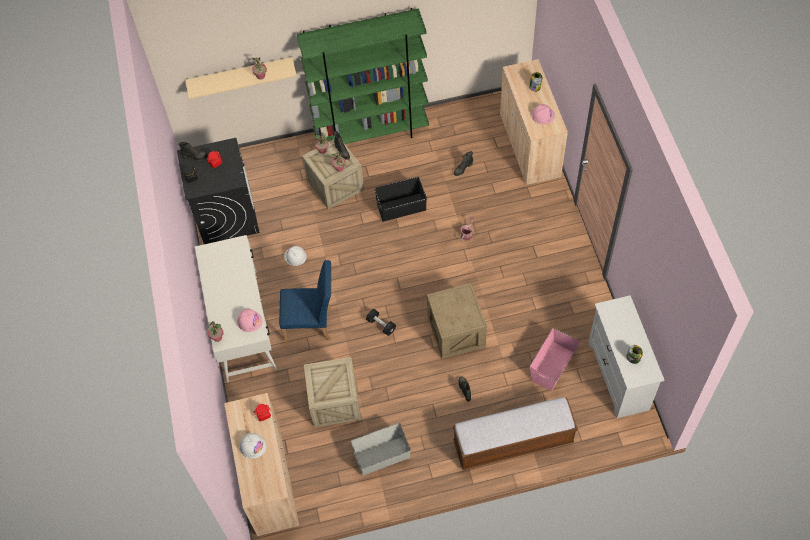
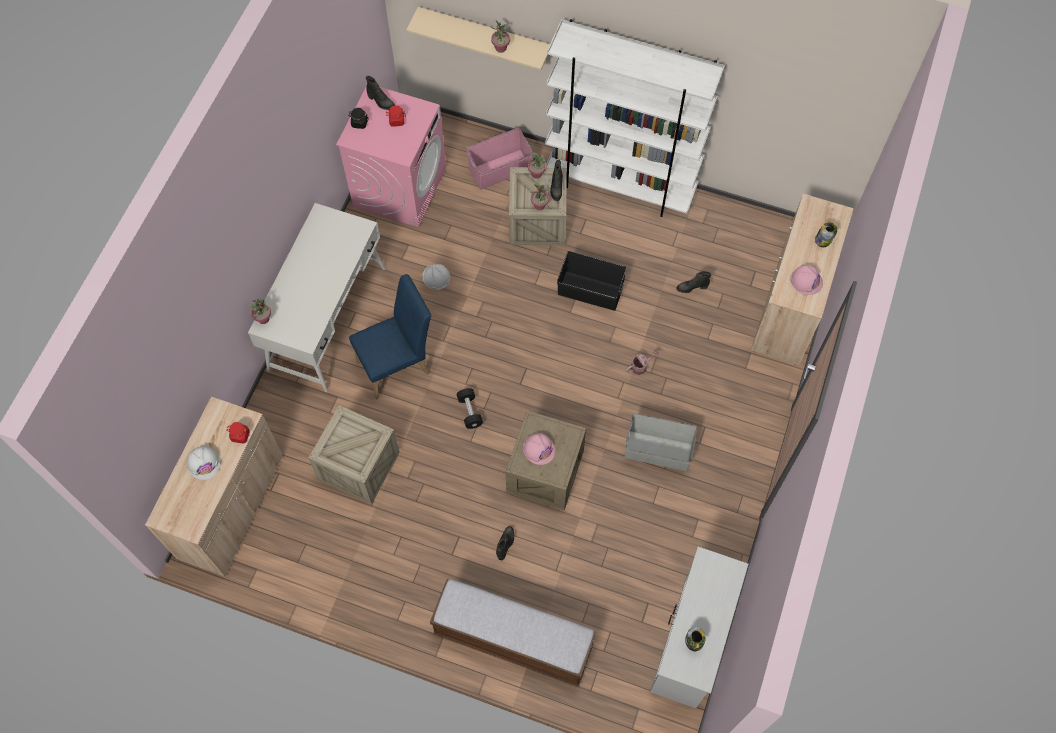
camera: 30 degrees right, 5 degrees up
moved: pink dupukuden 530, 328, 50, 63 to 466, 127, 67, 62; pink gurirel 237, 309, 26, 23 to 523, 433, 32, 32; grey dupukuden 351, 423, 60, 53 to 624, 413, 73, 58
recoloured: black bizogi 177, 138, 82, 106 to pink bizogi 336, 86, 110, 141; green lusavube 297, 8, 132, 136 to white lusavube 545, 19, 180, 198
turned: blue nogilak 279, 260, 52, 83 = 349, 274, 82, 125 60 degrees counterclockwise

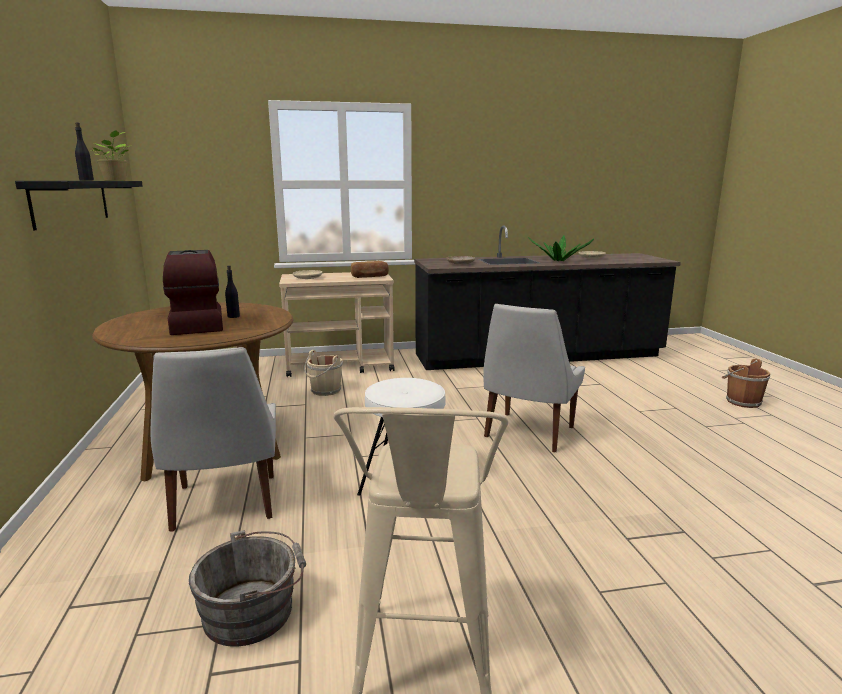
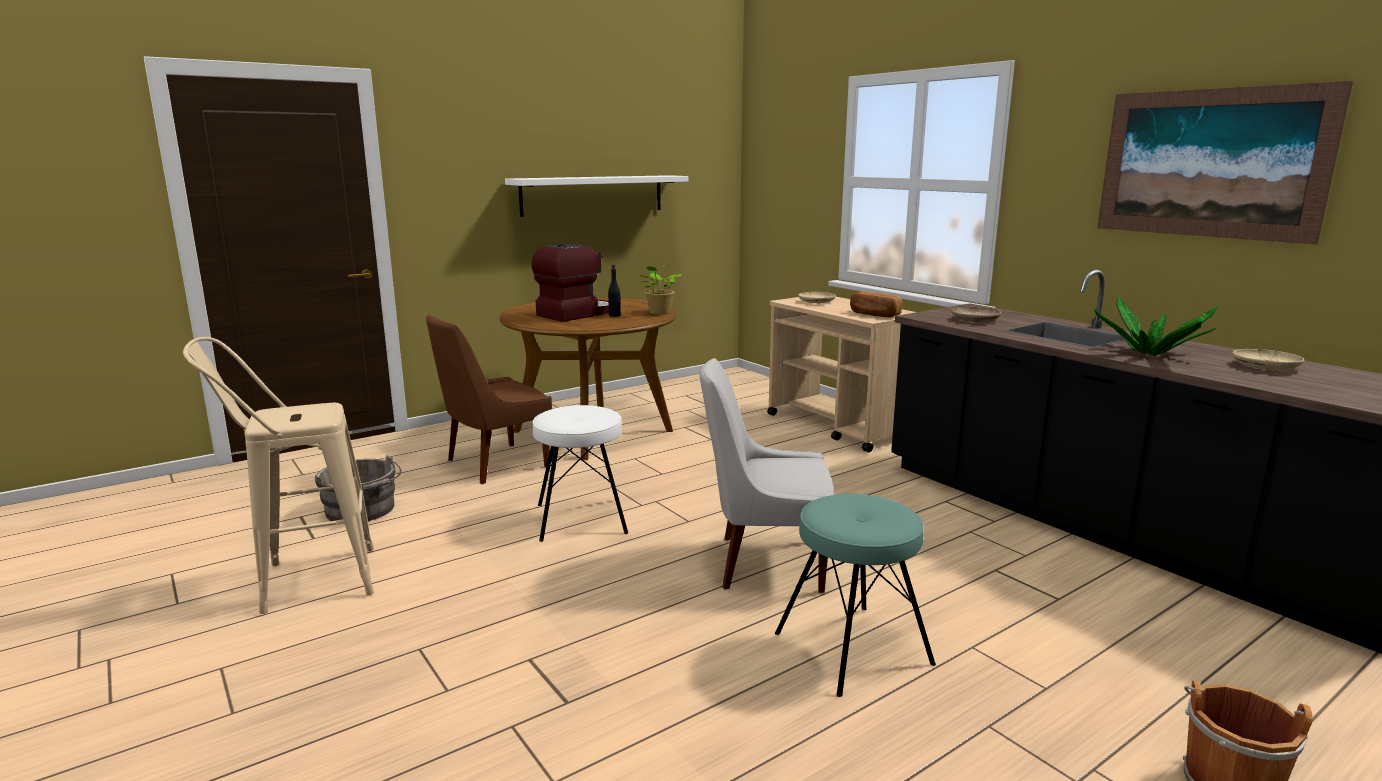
camera: 65 degrees right, 0 degrees up
removed: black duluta 75, 122, 19, 59; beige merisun 304, 350, 39, 46
added: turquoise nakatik 775, 494, 161, 203; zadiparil 1097, 81, 256, 164
moved: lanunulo 91, 130, 38, 51 to 640, 265, 41, 50
recoloured: white nogilak 151, 347, 125, 185 to brown nogilak 426, 315, 126, 169; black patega 15, 181, 128, 49 to white patega 505, 175, 184, 42

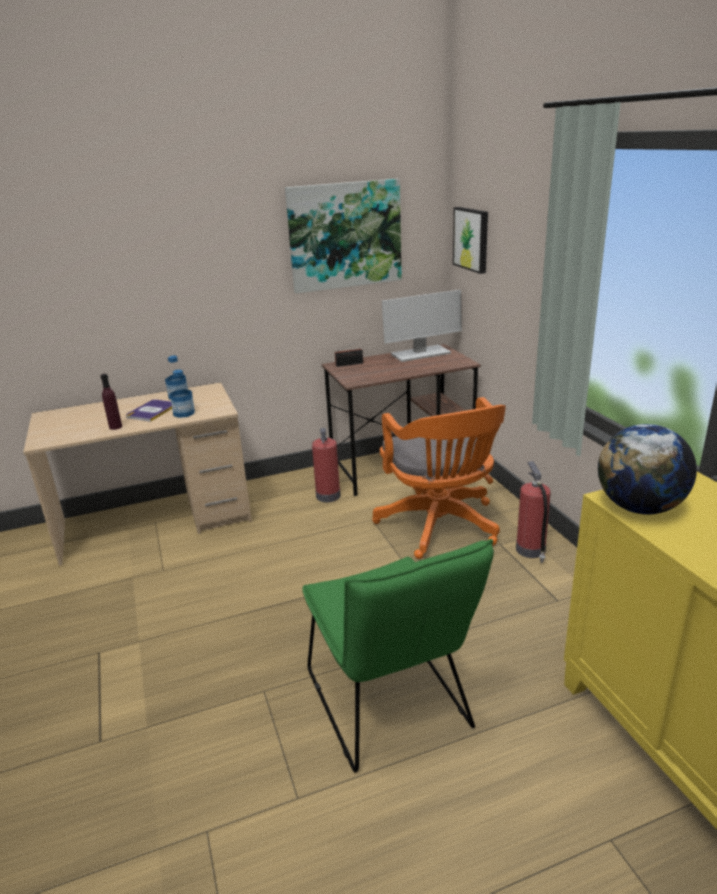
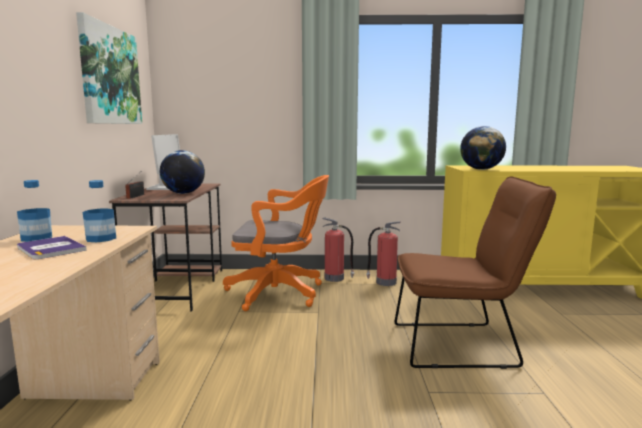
camera: 70 degrees left, 15 degrees down
removed: purple duluta 101, 374, 21, 56; zadiparil 453, 207, 35, 67
added: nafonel 160, 150, 45, 44
moved: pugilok 312, 428, 29, 74 to 366, 221, 35, 65
recoloured: green nogilak 302, 539, 192, 234 to brown nogilak 395, 176, 161, 193

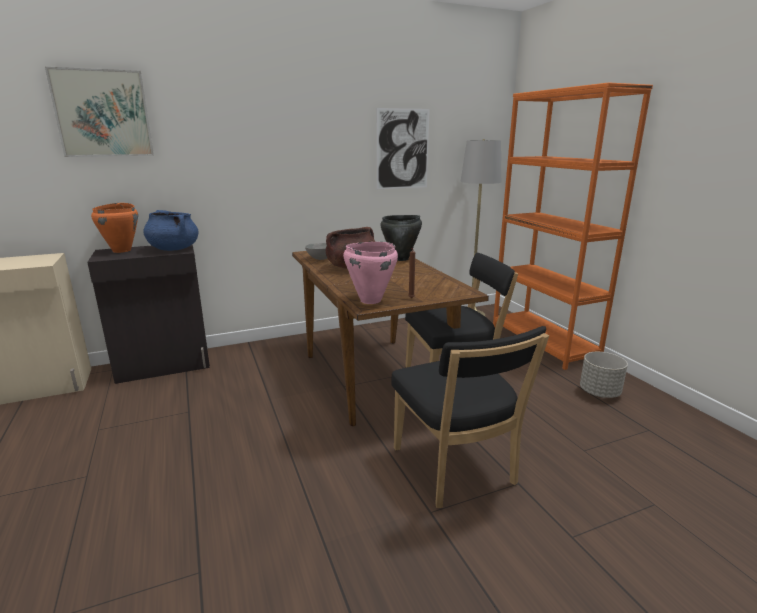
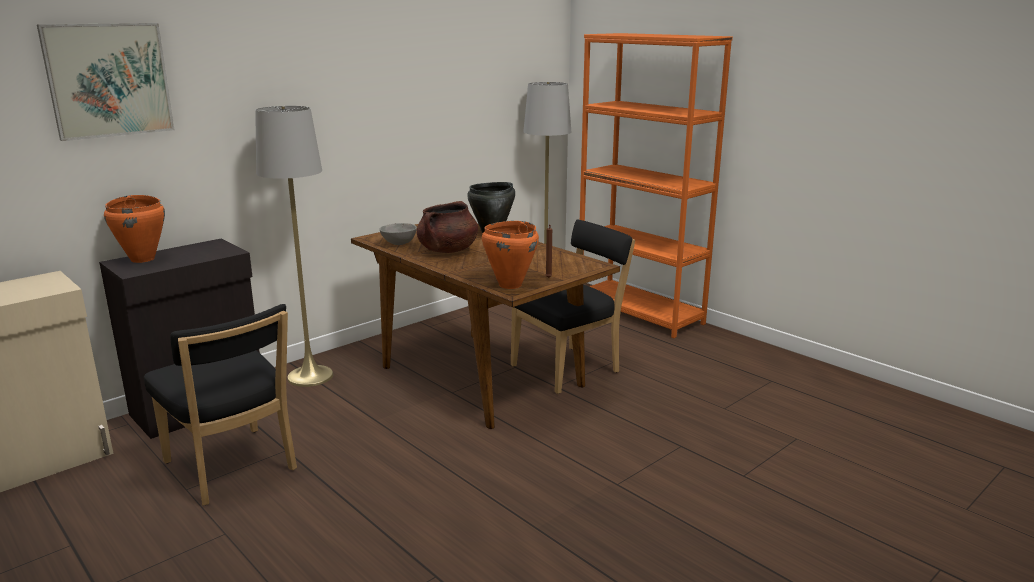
camera: 20 degrees left, 0 degrees up
removed: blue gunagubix 143, 210, 56, 41; zadiparil 377, 108, 53, 81; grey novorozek 580, 352, 48, 46
added: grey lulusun 255, 106, 78, 281
moved: black nogilak 392, 326, 157, 182 to 144, 304, 153, 201
recoloured: pink gunagubix 343, 242, 55, 62 to orange gunagubix 482, 221, 57, 68

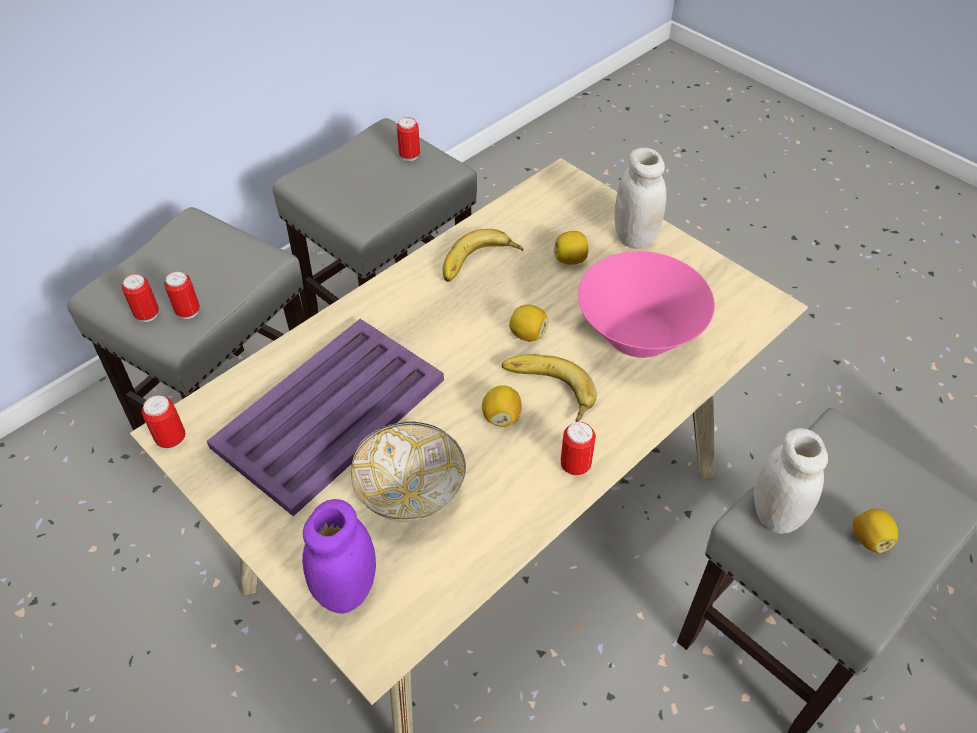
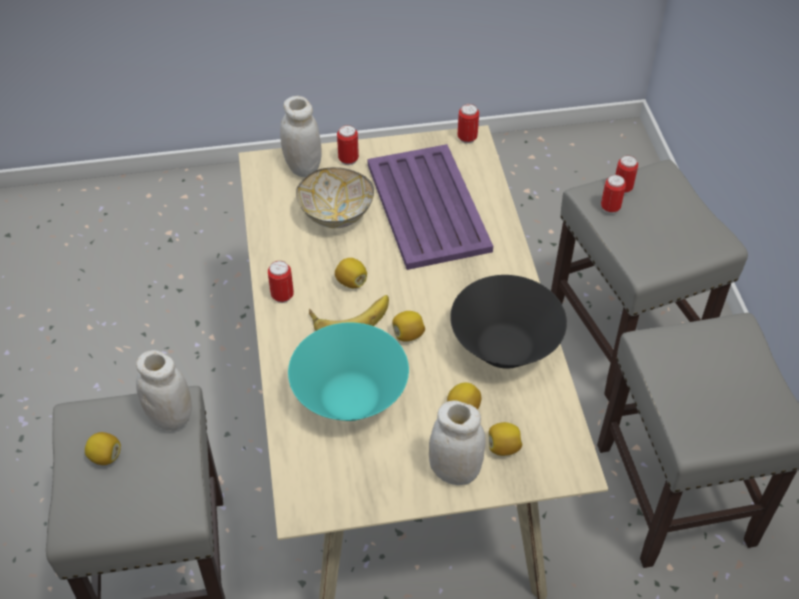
camera: 125 degrees right, 0 degrees up
added: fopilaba 489, 422, 34, 34
moved: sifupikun 396, 117, 24, 44 to 337, 125, 22, 40
replaced: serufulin 443, 229, 80, 53 to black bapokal 450, 275, 117, 94
recoloured: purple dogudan 302, 499, 74, 114 to white dogudan 280, 96, 42, 81; pink bapokal 578, 251, 137, 107 to turquoise bapokal 288, 322, 121, 99

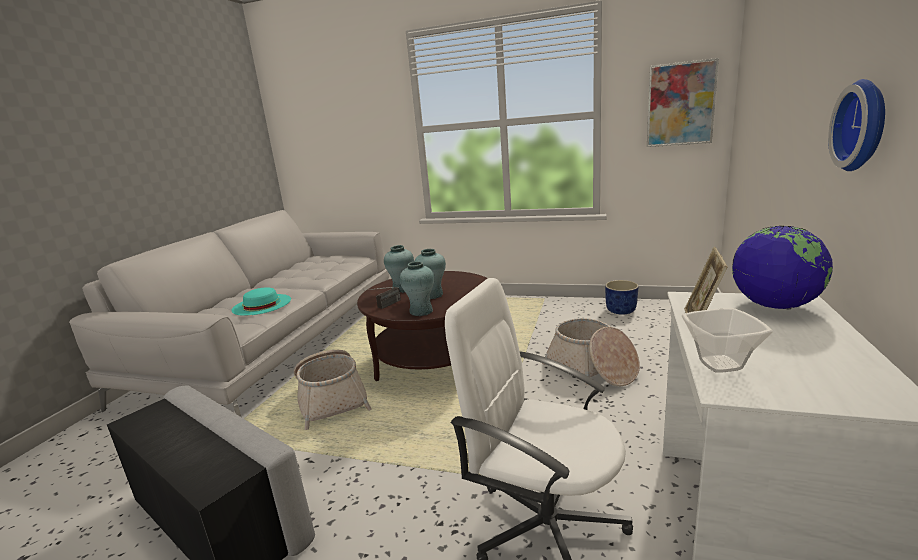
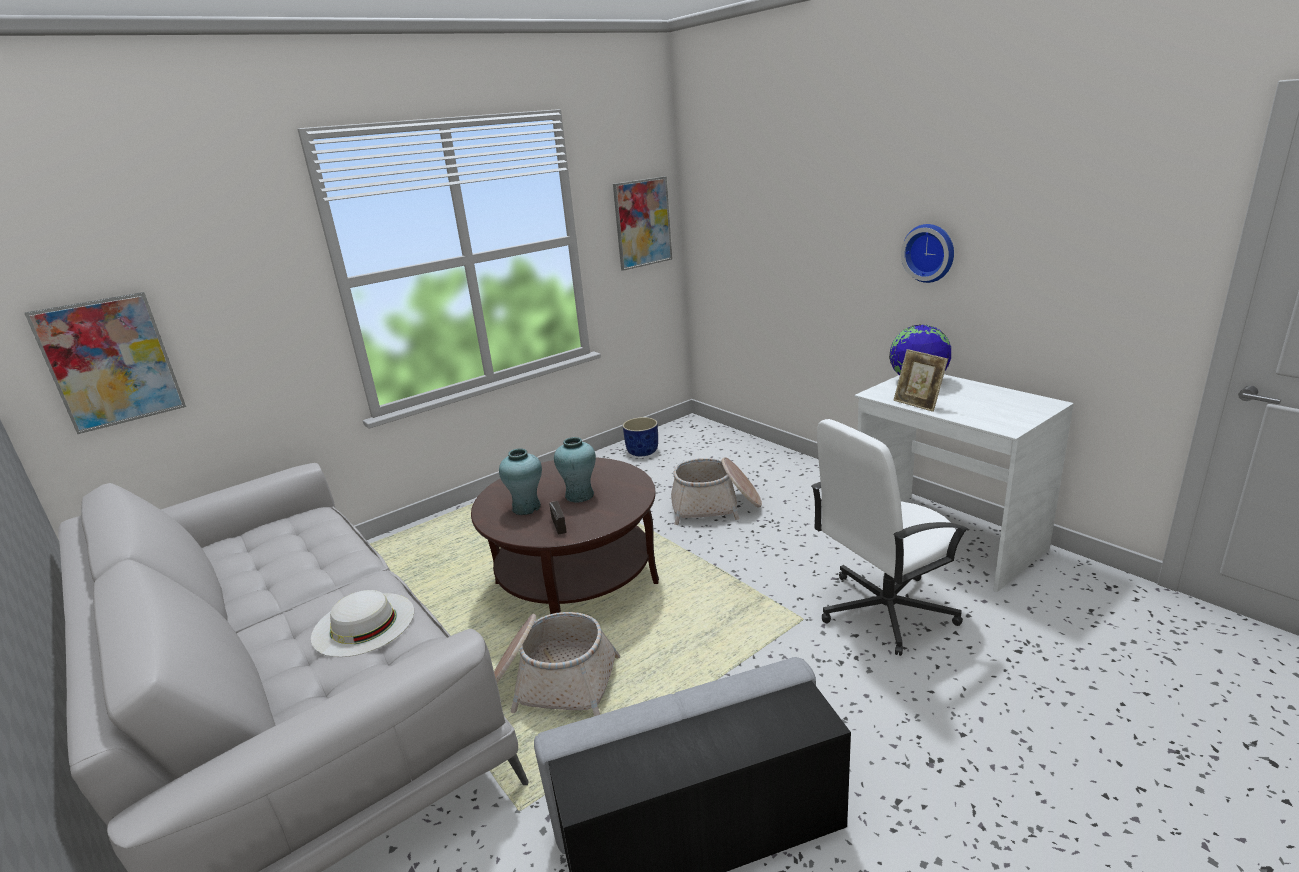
camera: 55 degrees left, 5 degrees up
removed: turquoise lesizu 400, 261, 34, 55; bapokal 682, 308, 91, 65
added: zadiparil 24, 292, 162, 142
recoloured: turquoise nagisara 231, 287, 60, 29 to white nagisara 311, 590, 103, 67

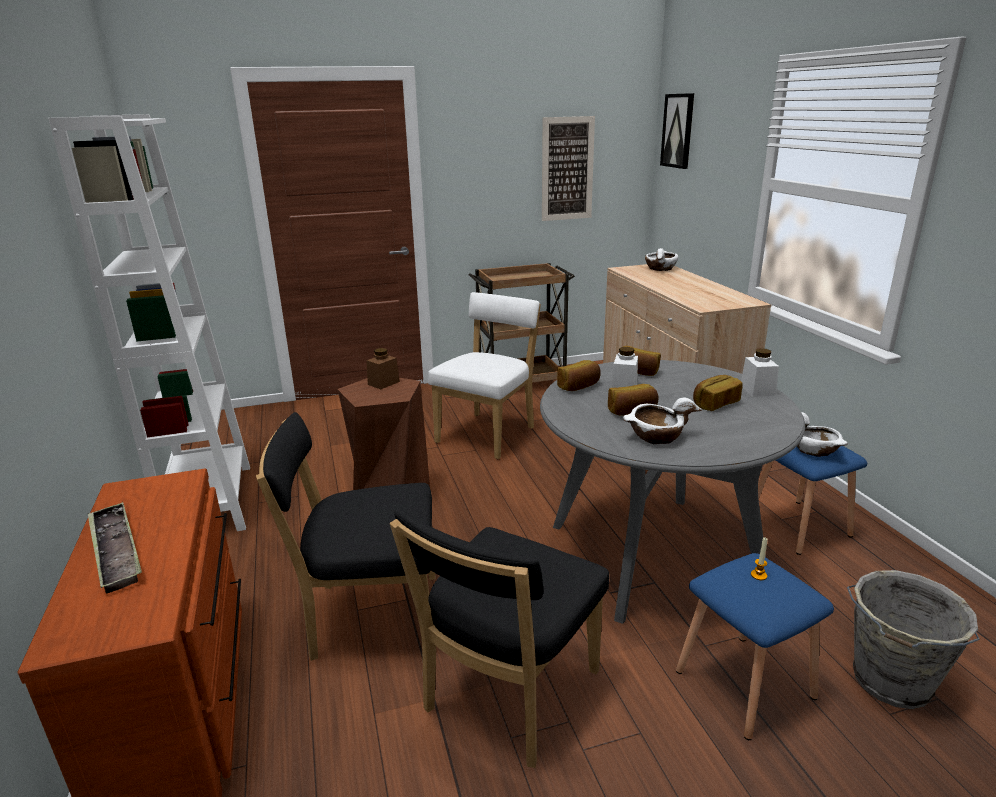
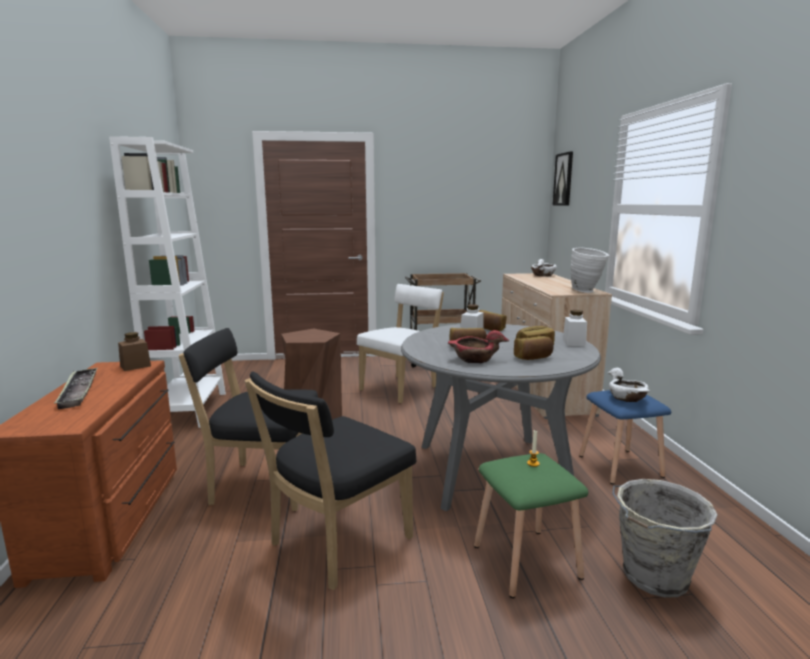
camera: 10 degrees right, 10 degrees down
removed: zadiparil 542, 116, 53, 105
added: white lesizu 571, 247, 38, 46
moved: brown dogudan 366, 348, 34, 41 to 118, 332, 33, 39; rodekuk 557, 360, 44, 31 to 514, 336, 40, 24
recoloured: white bapokal 623, 397, 79, 47 to red bapokal 448, 330, 61, 33; blue nakatik 676, 553, 158, 187 to green nakatik 474, 453, 114, 145

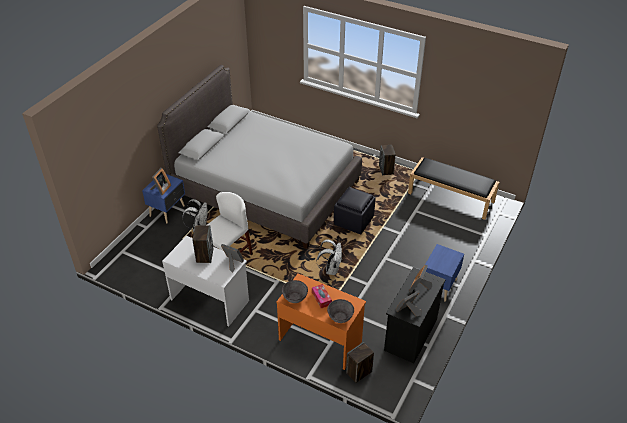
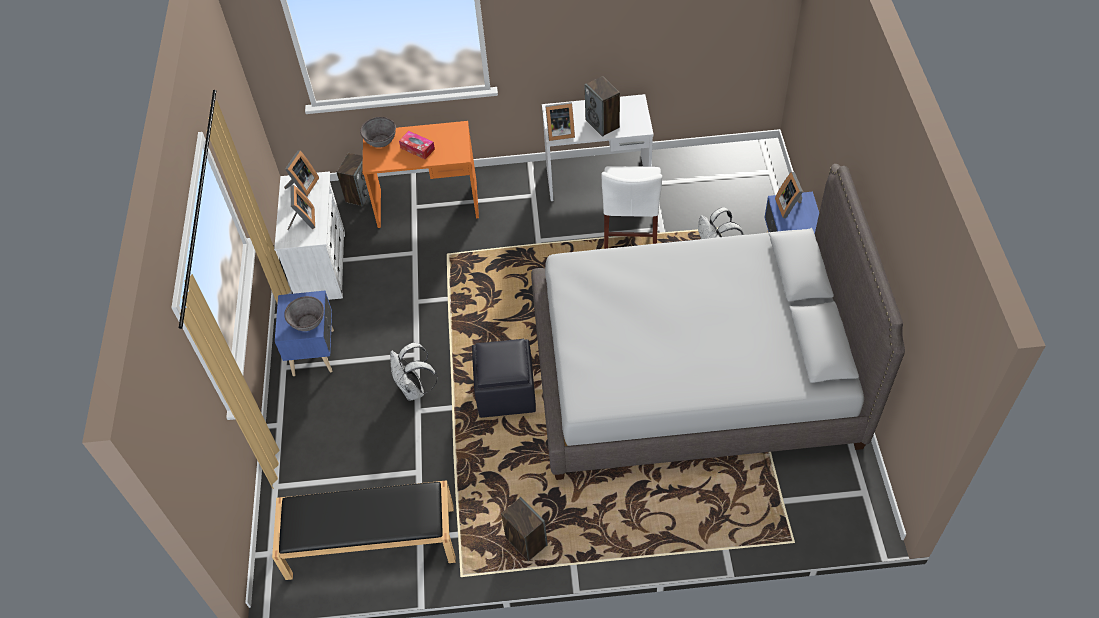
camera: 150 degrees right, 10 degrees up
moved: grey bapokal 282, 280, 26, 23 to 284, 296, 40, 35; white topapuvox 316, 239, 26, 36 to 390, 343, 48, 58
recoloured: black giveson 384, 267, 62, 96 to white giveson 274, 171, 71, 129

